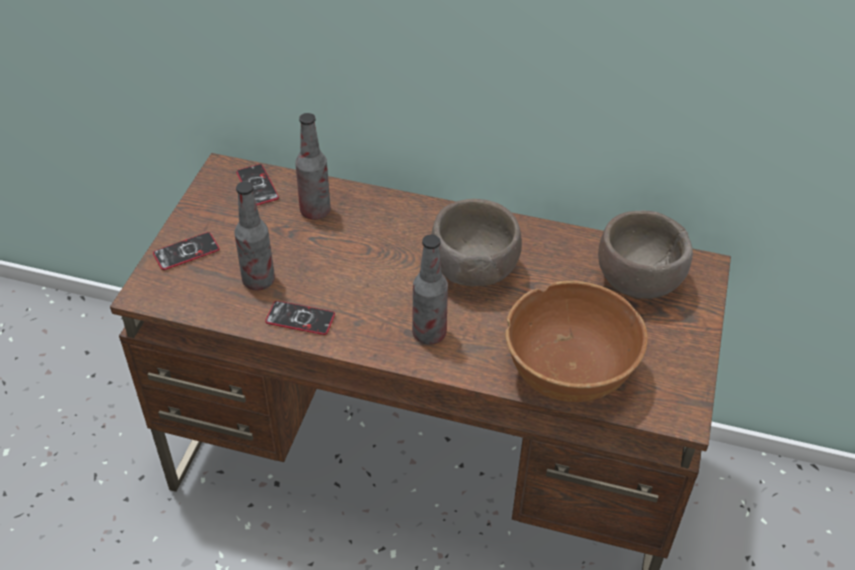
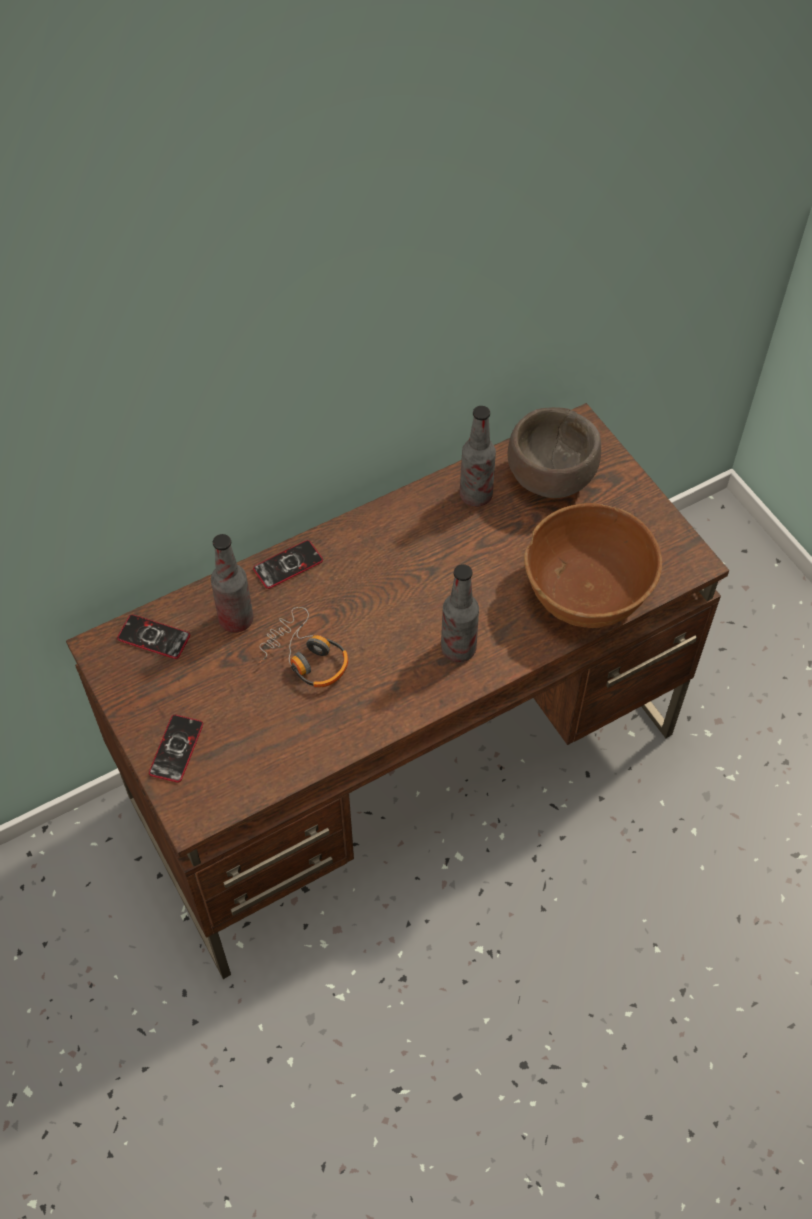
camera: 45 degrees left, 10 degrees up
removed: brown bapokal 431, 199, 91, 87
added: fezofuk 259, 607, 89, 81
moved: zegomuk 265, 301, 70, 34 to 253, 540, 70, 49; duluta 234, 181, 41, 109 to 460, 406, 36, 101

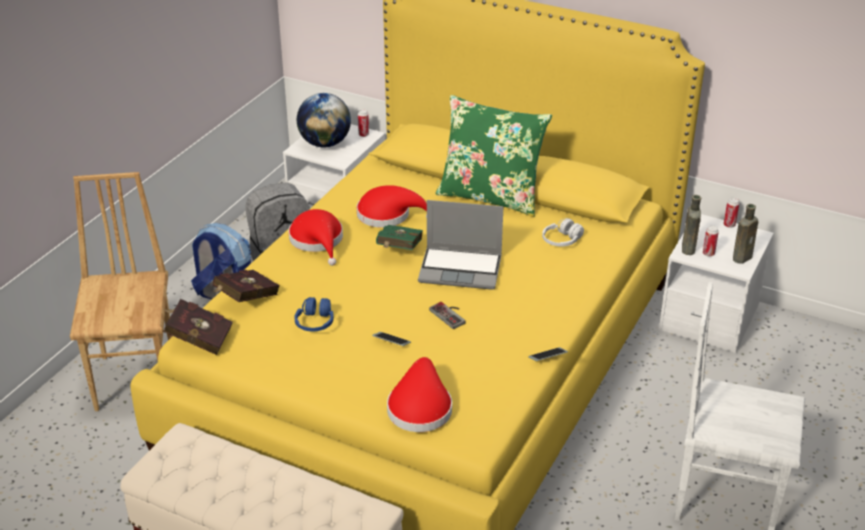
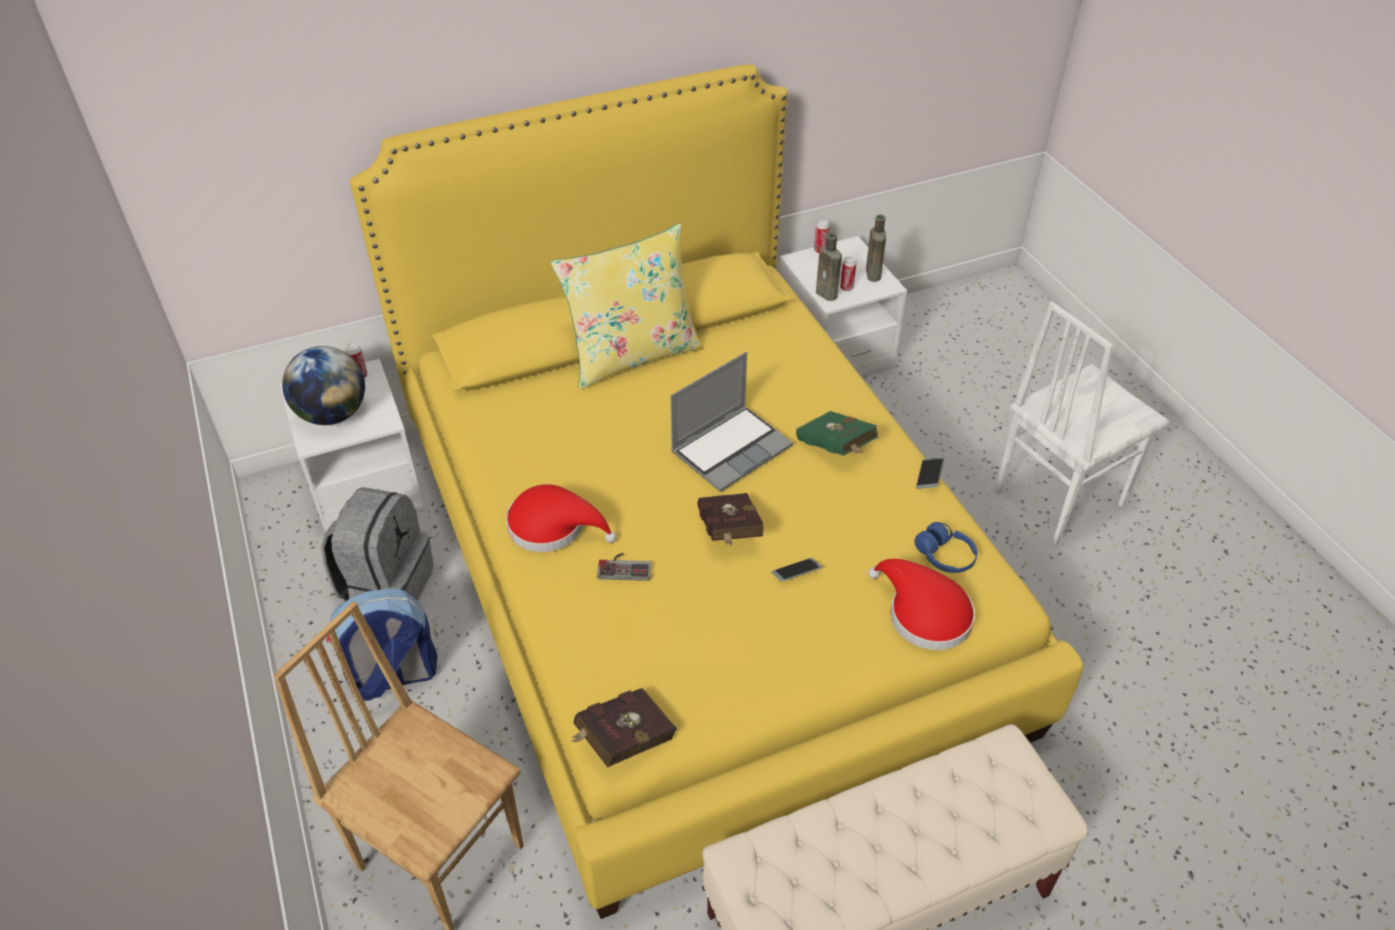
camera: 50 degrees left, 10 degrees up
removed: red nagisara 356, 185, 71, 43; white fezofuk 542, 218, 42, 29
moved: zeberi 429, 302, 37, 27 to 597, 553, 54, 28; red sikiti 213, 270, 67, 32 to 698, 493, 65, 52; green sikiti 376, 225, 47, 25 to 796, 411, 82, 45; blue fezofuk 294, 297, 40, 34 to 914, 522, 63, 51
recoloured: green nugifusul 435, 95, 117, 122 to yellow nugifusul 551, 223, 152, 166

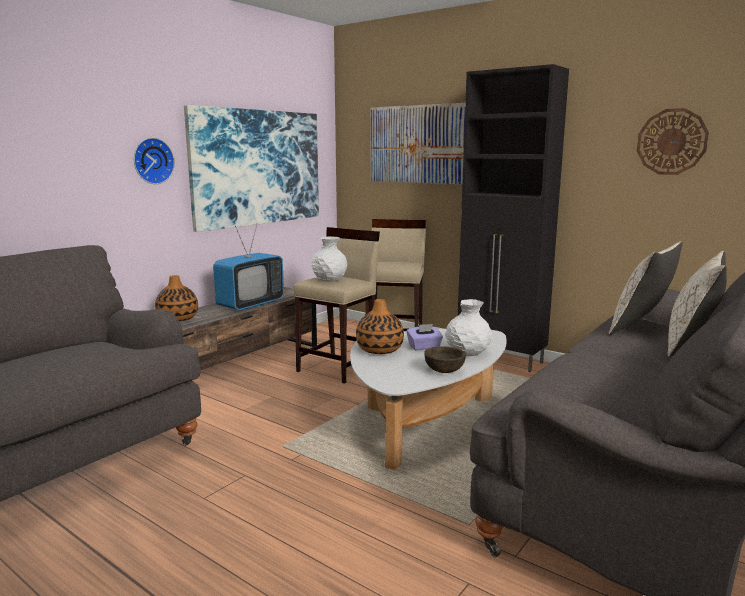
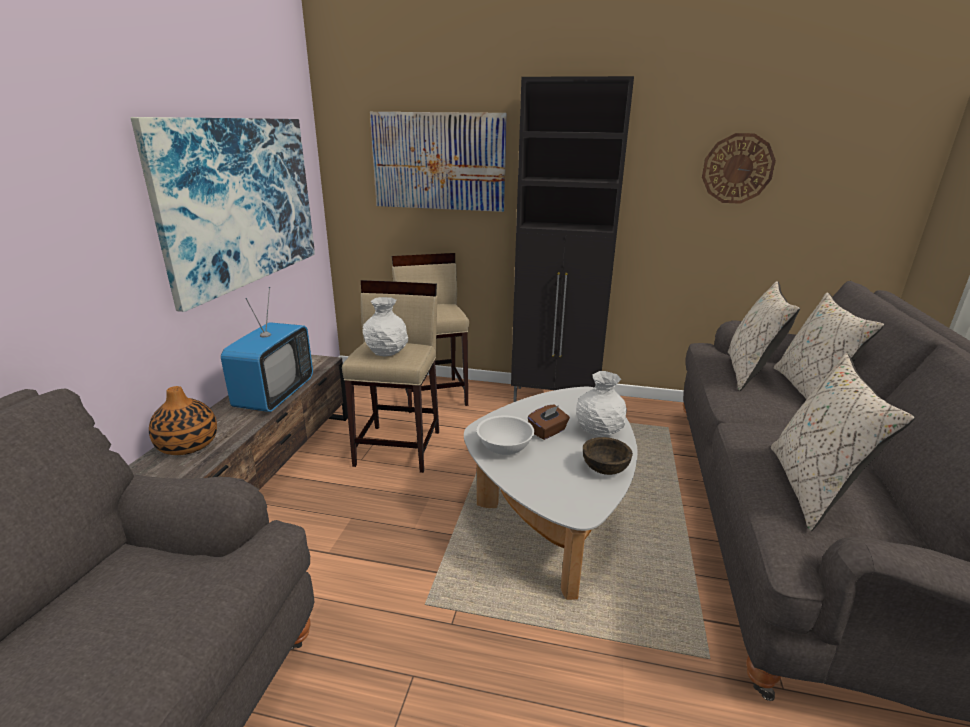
camera: 25 degrees left, 10 degrees up
removed: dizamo 134, 138, 41, 46
added: beige nugifusul 771, 353, 144, 178
replaced: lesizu 356, 299, 48, 55 to white bapokal 477, 416, 57, 39
recoloured: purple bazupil 407, 324, 36, 26 to brown bazupil 528, 405, 42, 35

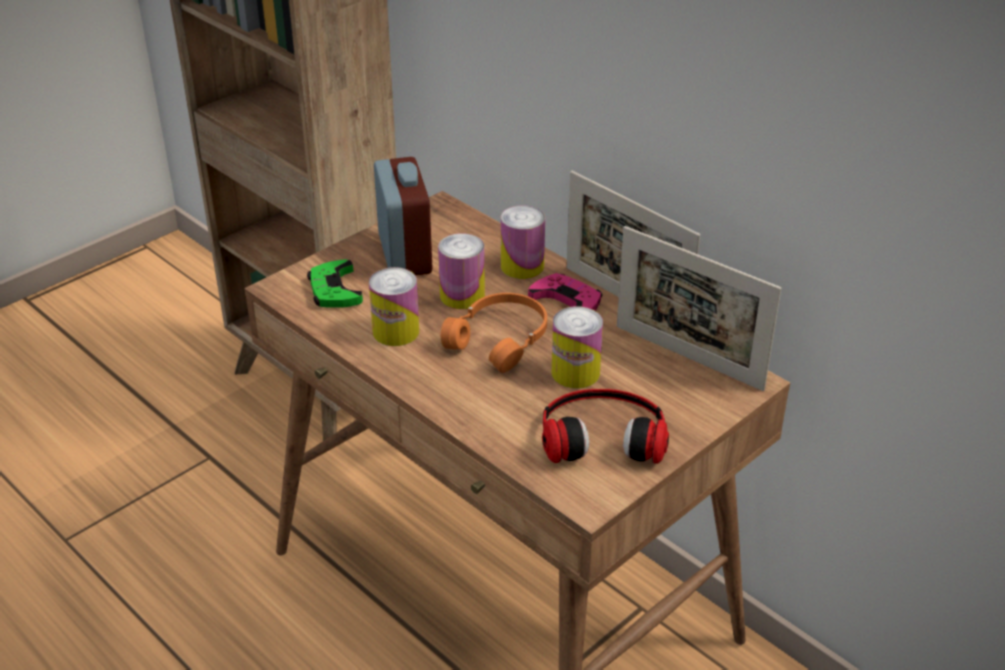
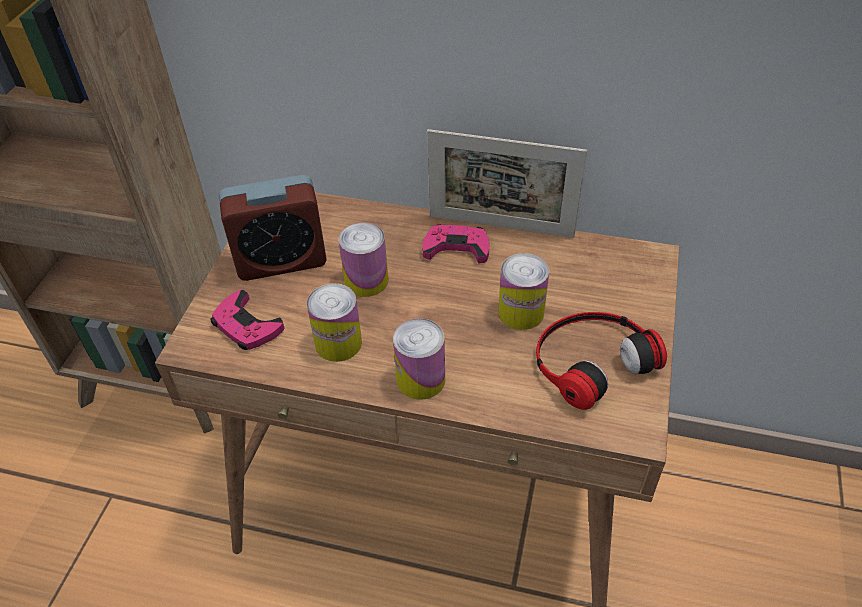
camera: 30 degrees left, 10 degrees up
removed: orange fezofuk 441, 293, 106, 80; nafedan 617, 226, 165, 165
moved: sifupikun 501, 205, 44, 74 to 393, 318, 52, 82
recoloured: green zeberi 307, 260, 56, 48 to pink zeberi 211, 290, 73, 60
turned: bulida 374, 157, 58, 119 = 219, 175, 108, 106 120 degrees clockwise

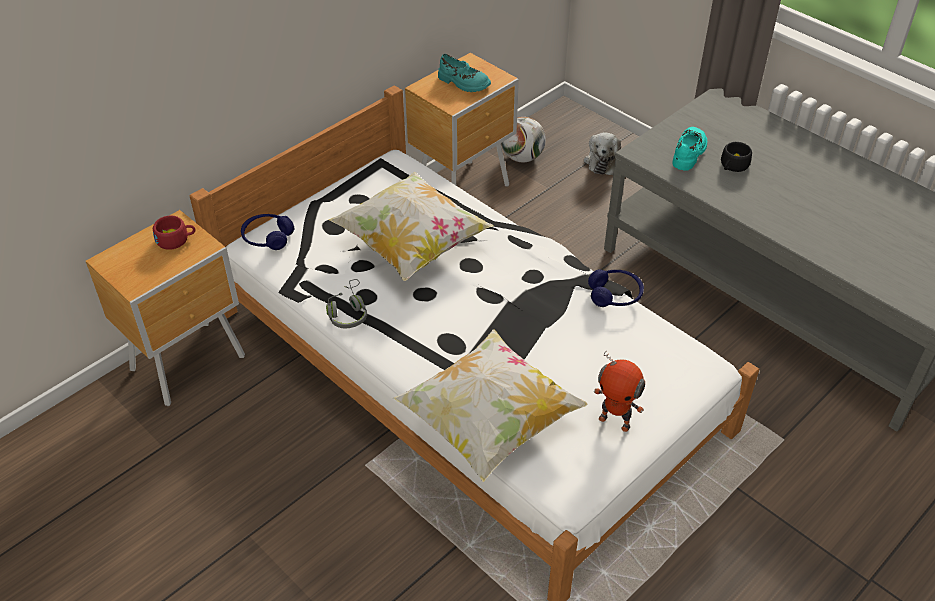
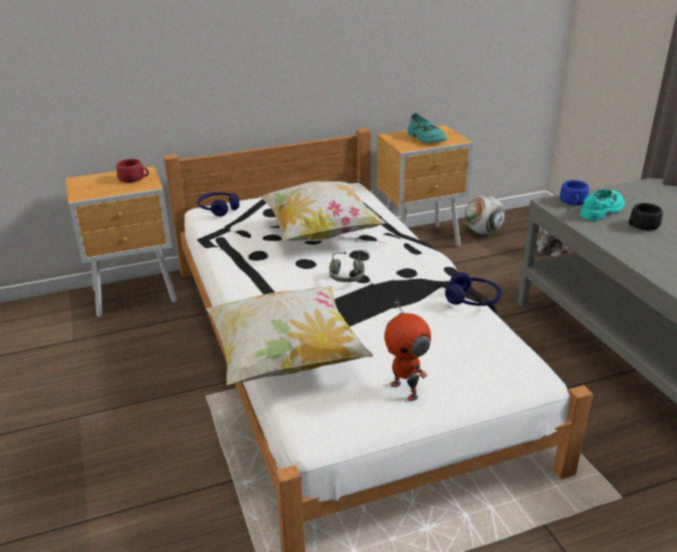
camera: 25 degrees right, 15 degrees down
added: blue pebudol 560, 180, 29, 25
moved: grey fezofuk 326, 279, 41, 50 to 329, 250, 40, 32

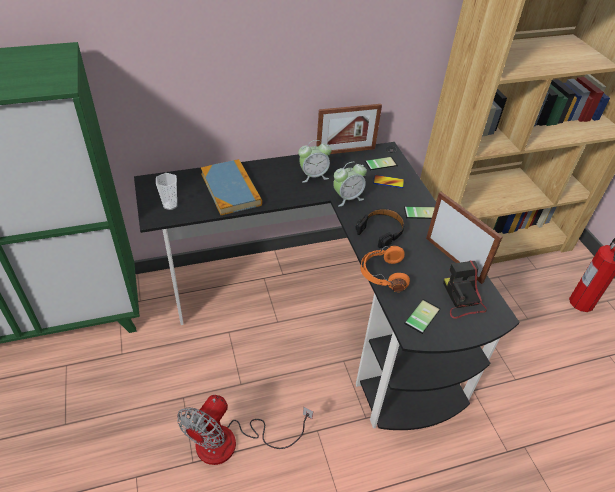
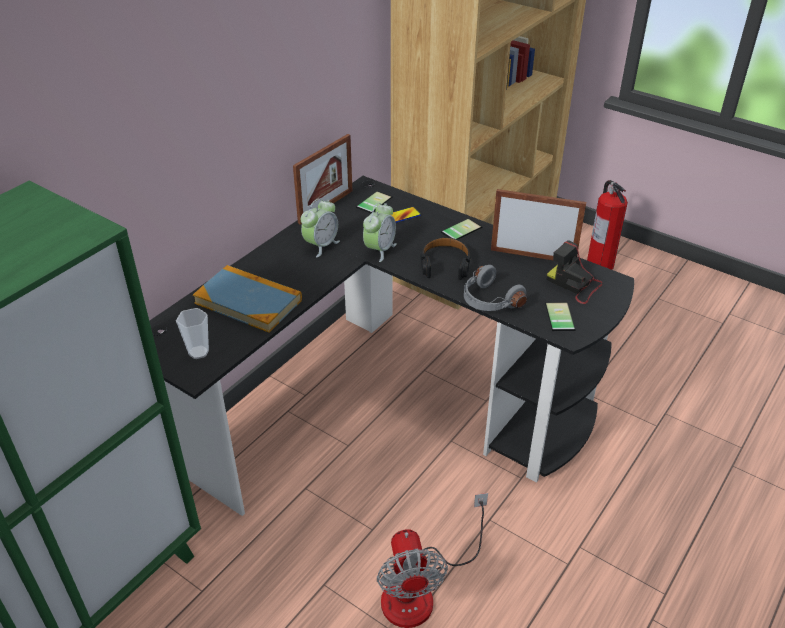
camera: 35 degrees left, 5 degrees down
recoloured: orange fezofuk 360, 245, 50, 47 to grey fezofuk 464, 265, 63, 46

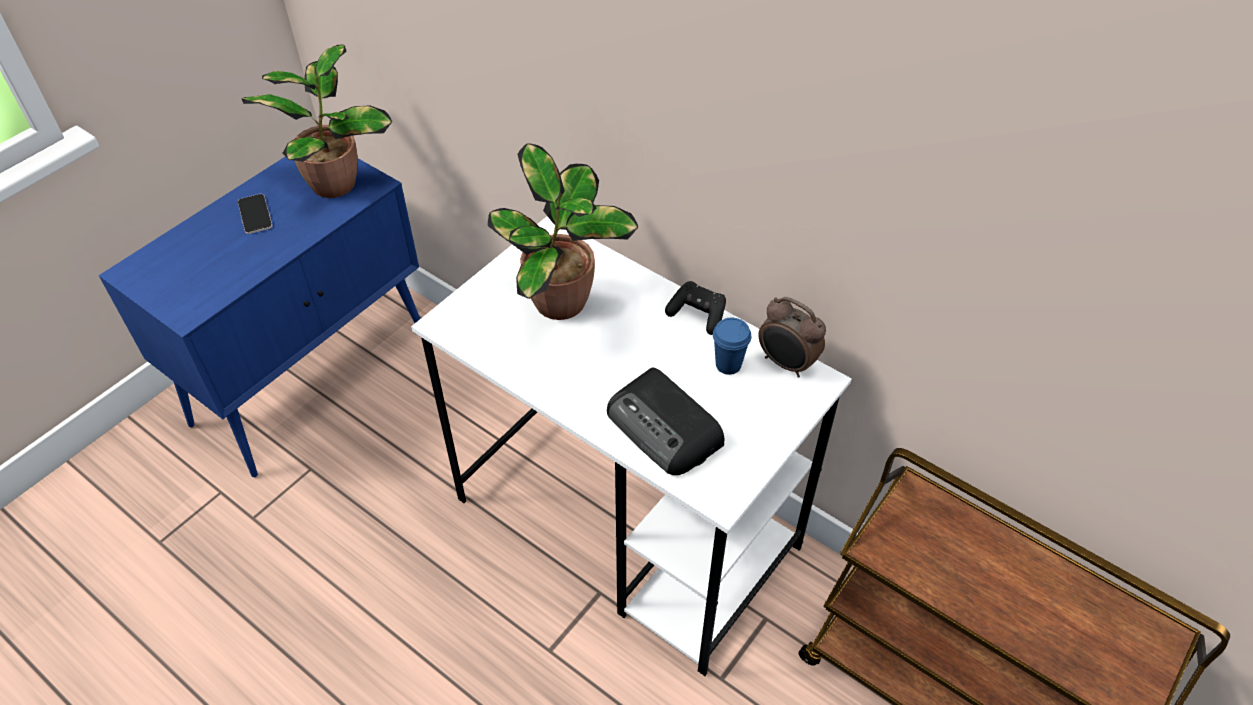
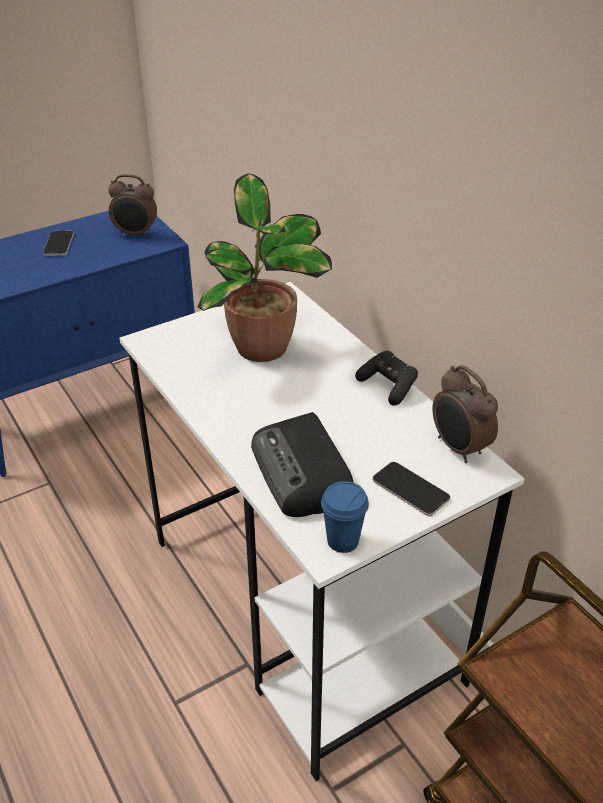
camera: 20 degrees right, 10 degrees down
added: zegomuk 372, 462, 79, 54
moved: blue pebudol 713, 318, 38, 57 to 321, 481, 48, 72
replaced: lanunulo 241, 44, 151, 154 to bulida 108, 174, 49, 64

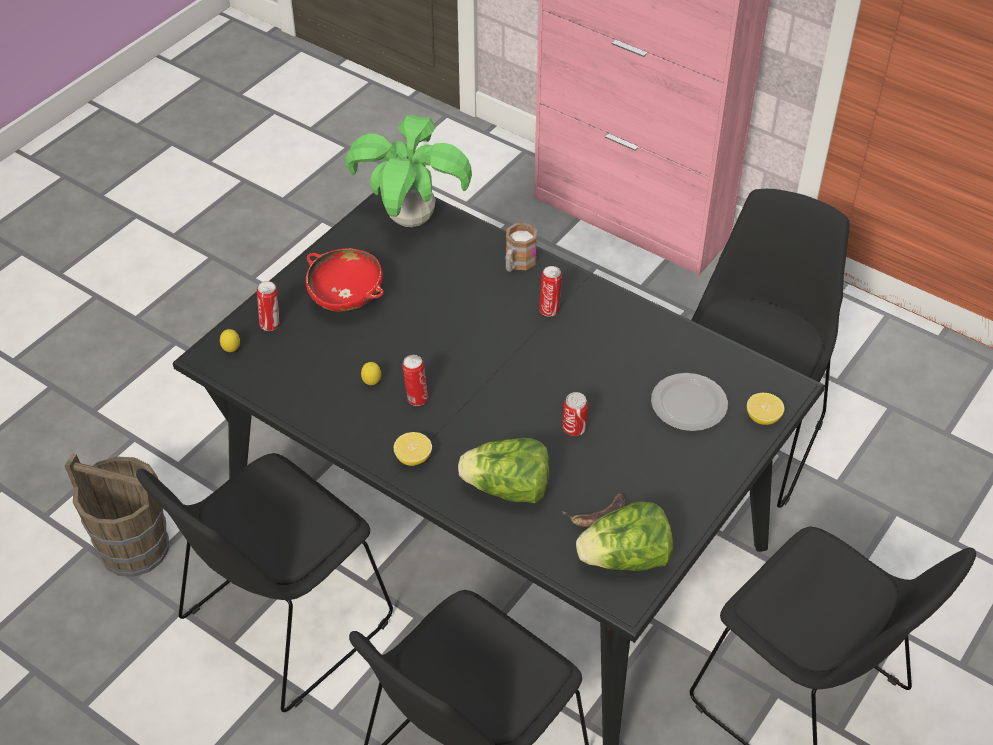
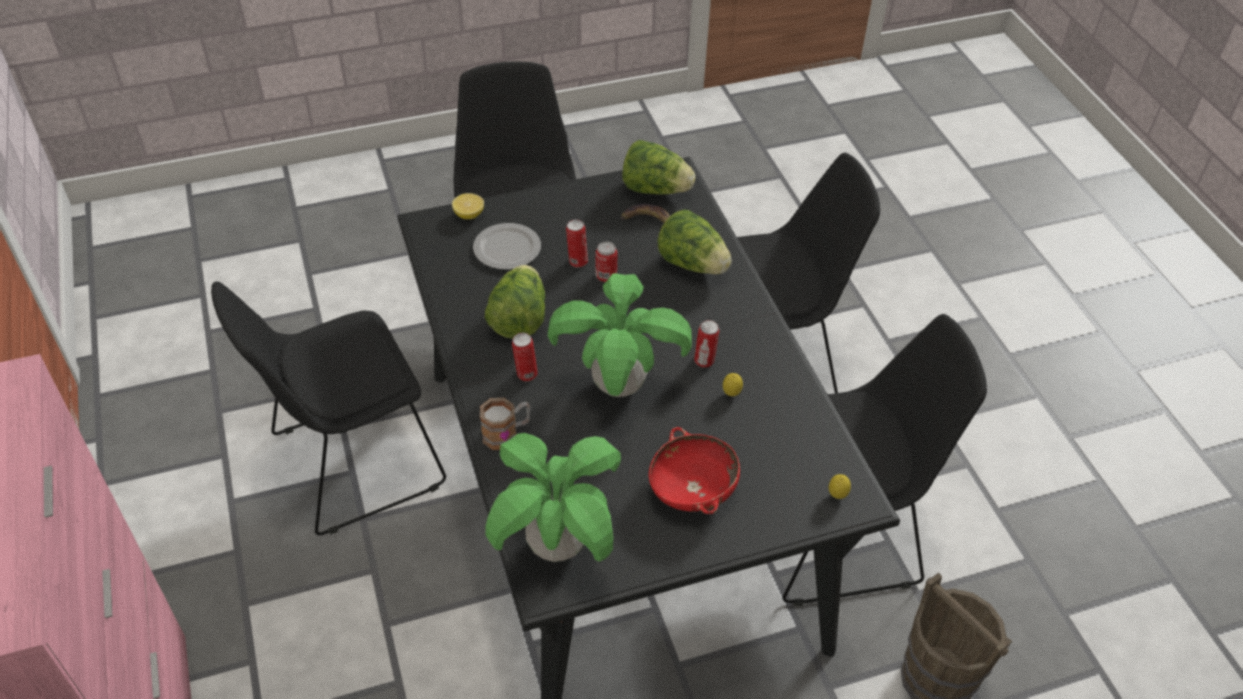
camera: 145 degrees left, 0 degrees up
removed: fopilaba 394, 432, 38, 34
added: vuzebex 485, 265, 60, 74; lanunulo 548, 273, 144, 124
moved: sifupikun 257, 281, 23, 50 to 566, 219, 22, 49

